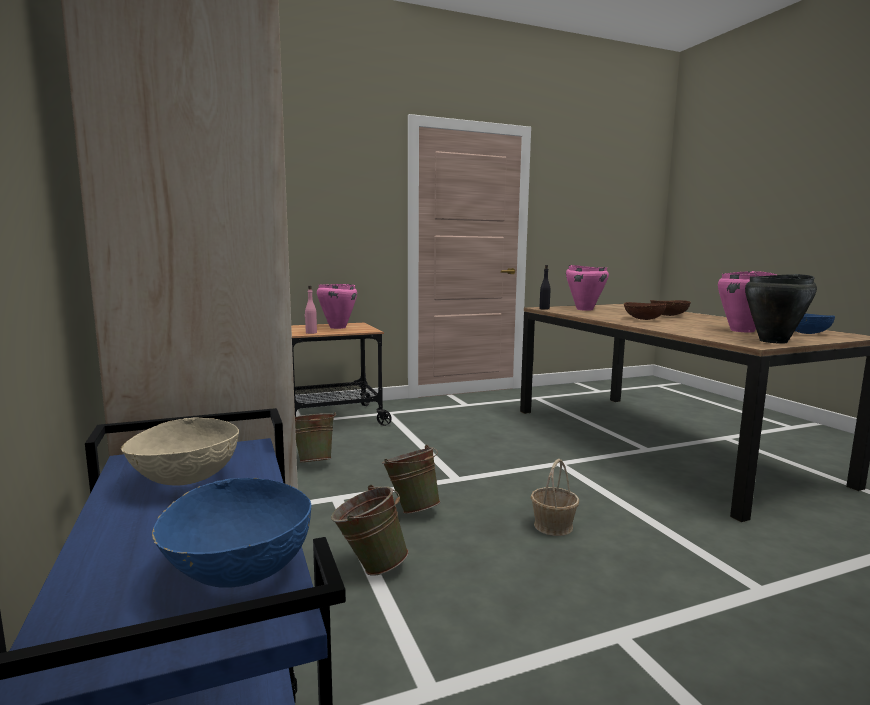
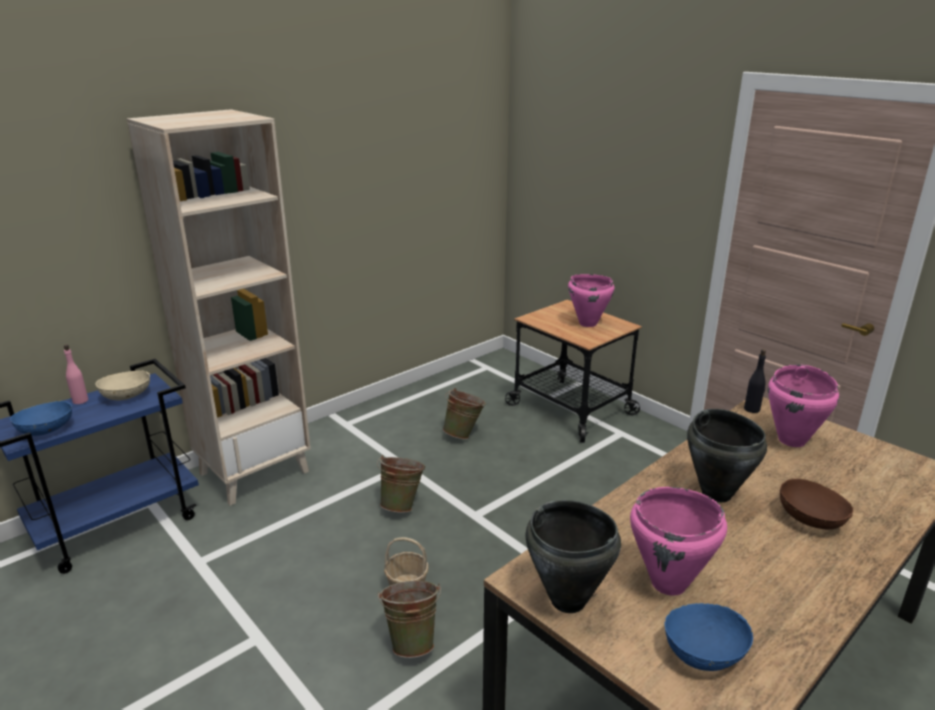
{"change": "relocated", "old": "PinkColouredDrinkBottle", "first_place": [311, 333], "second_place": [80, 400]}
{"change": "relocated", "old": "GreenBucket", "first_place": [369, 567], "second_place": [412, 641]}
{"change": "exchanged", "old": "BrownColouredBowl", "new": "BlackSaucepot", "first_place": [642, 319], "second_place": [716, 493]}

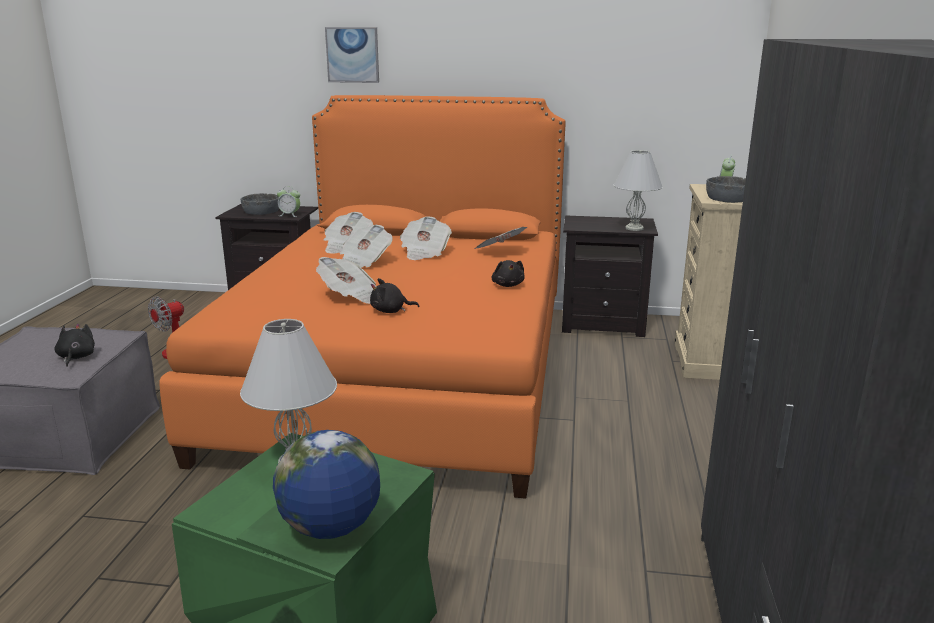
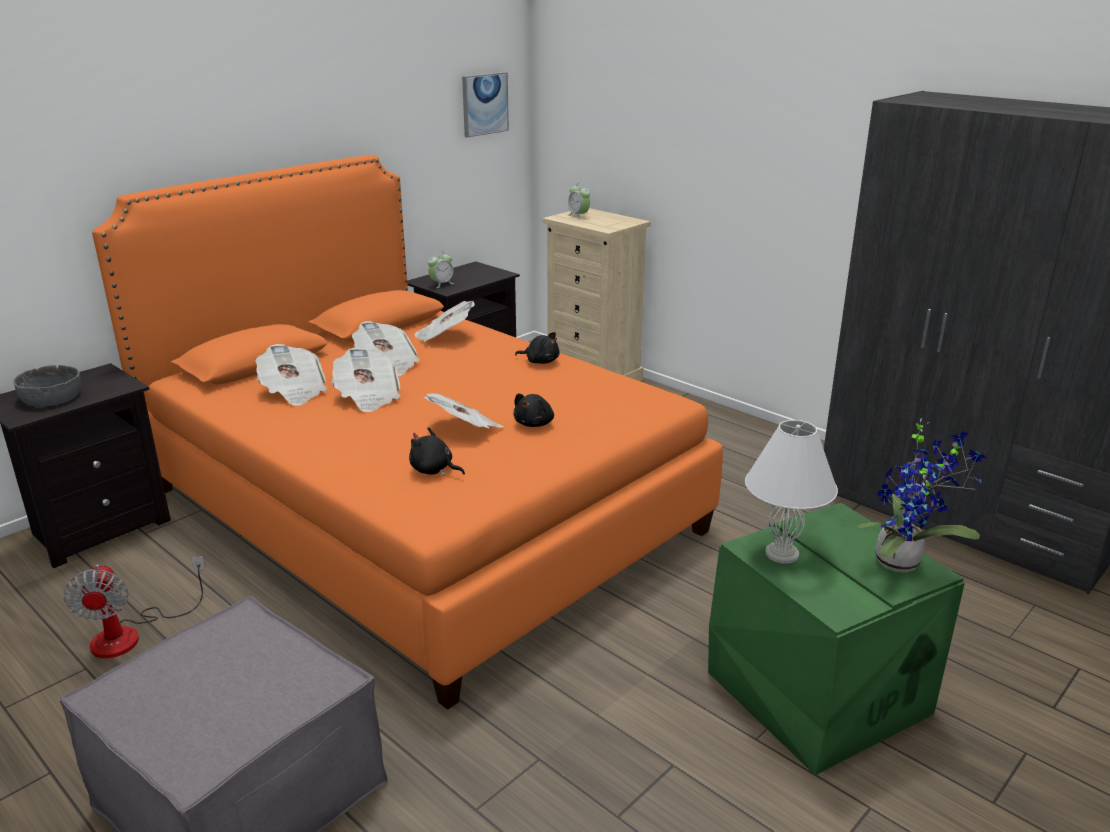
{"change": "missing", "old": "WhiteTabletopLamp", "first_place": [634, 228]}
{"change": "missing", "old": "GreyBowl", "first_place": [728, 198]}
{"change": "relocated", "old": "BlackPlushToy", "first_place": [76, 357], "second_place": [434, 470]}
{"change": "relocated", "old": "TableClock", "first_place": [290, 215], "second_place": [441, 284]}
{"change": "relocated", "old": "WallPicture", "first_place": [352, 55], "second_place": [484, 104]}
{"change": "exchanged", "old": "WorldGlobe", "new": "PottedPlant", "first_place": [330, 528], "second_place": [903, 562]}

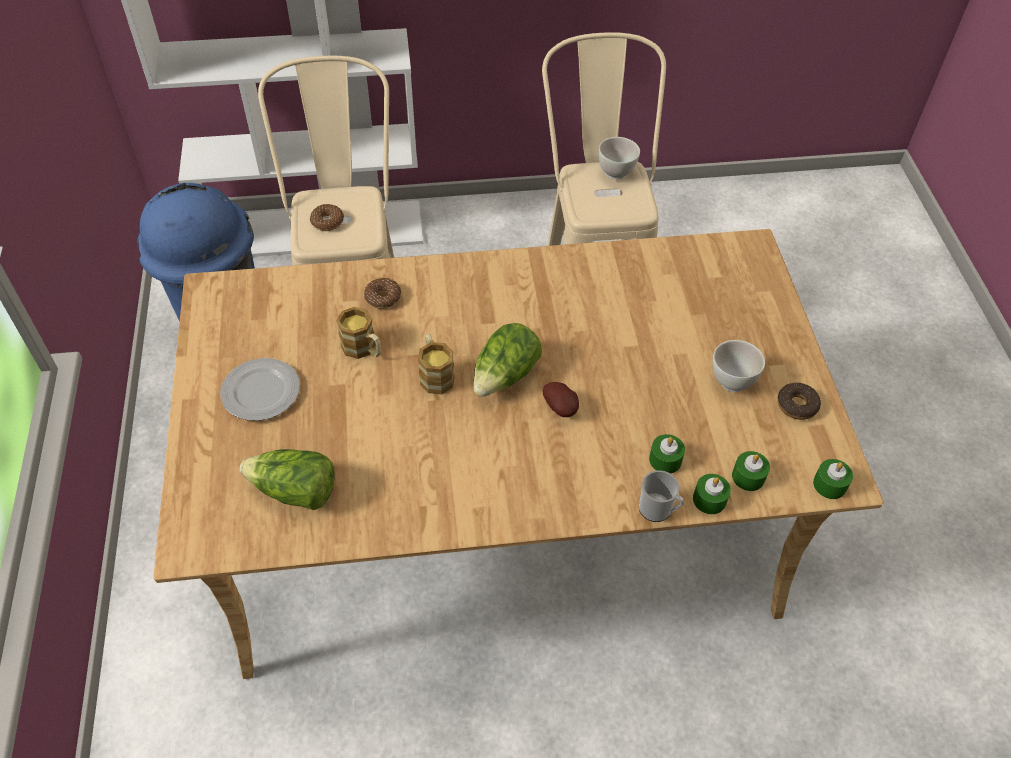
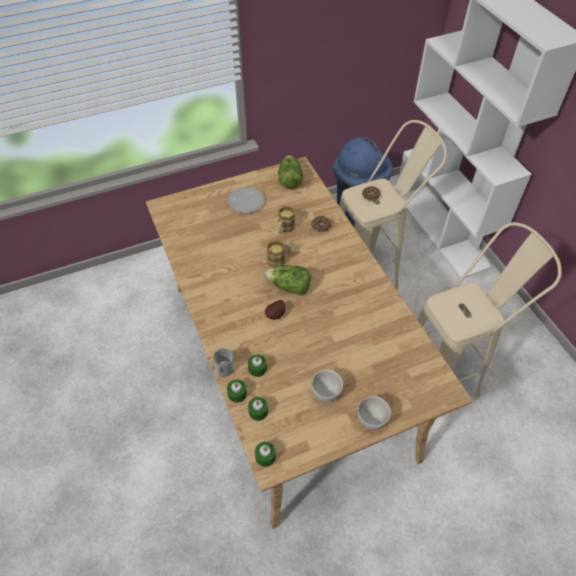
{"change": "missing", "old": "RingDoughnut", "first_place": [797, 405]}
{"change": "relocated", "old": "LettuceHead", "first_place": [295, 491], "second_place": [289, 180]}
{"change": "relocated", "old": "WhiteBowl", "first_place": [616, 172], "second_place": [371, 421]}

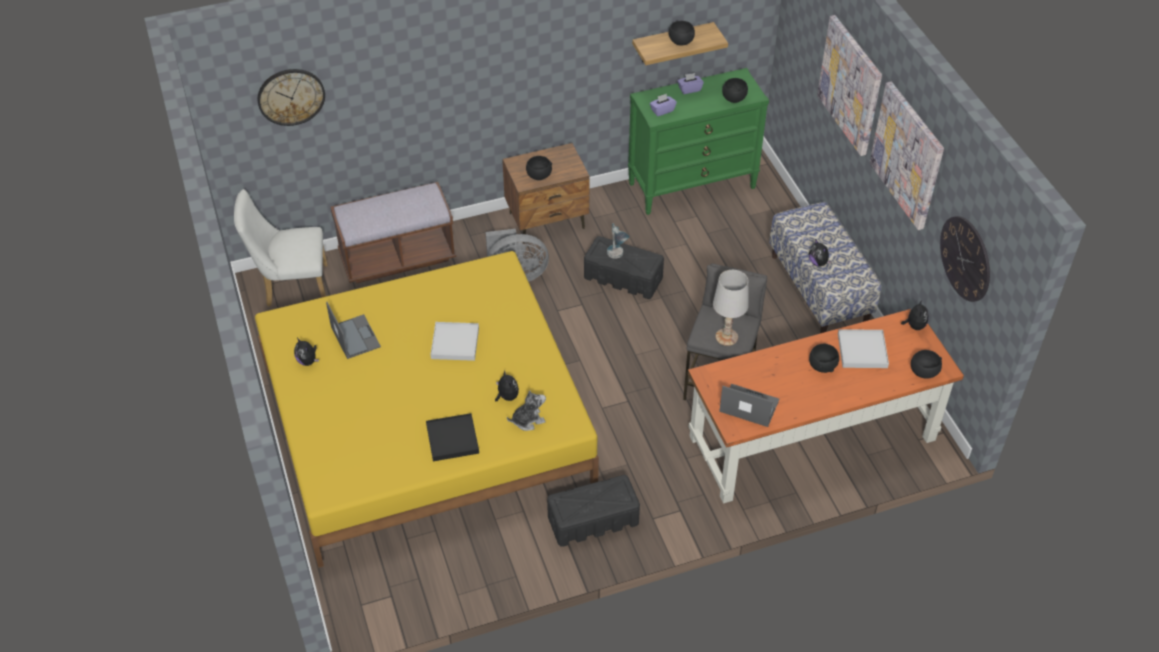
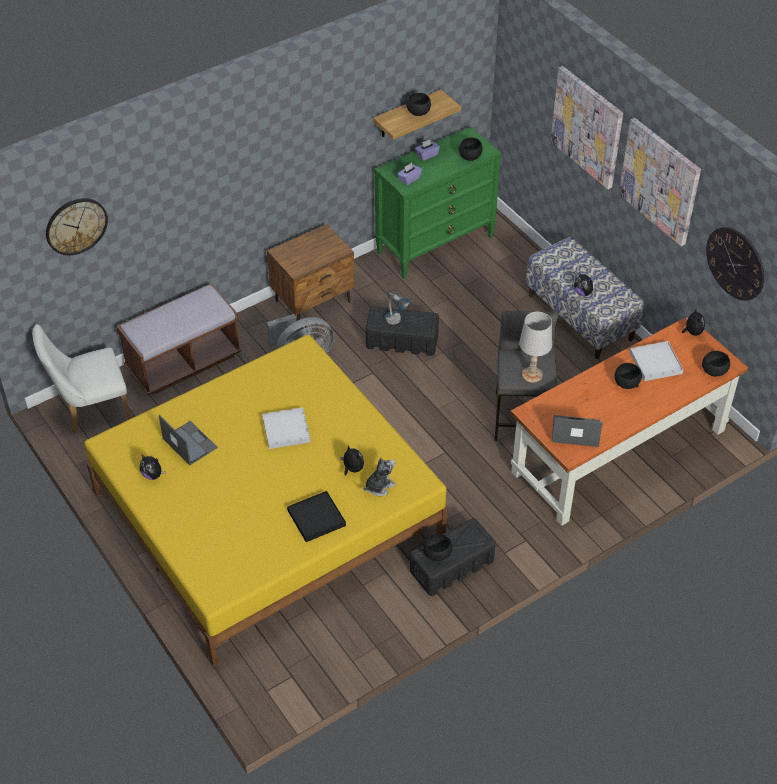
{"change": "relocated", "old": "BlackBowl", "first_place": [538, 176], "second_place": [436, 554]}

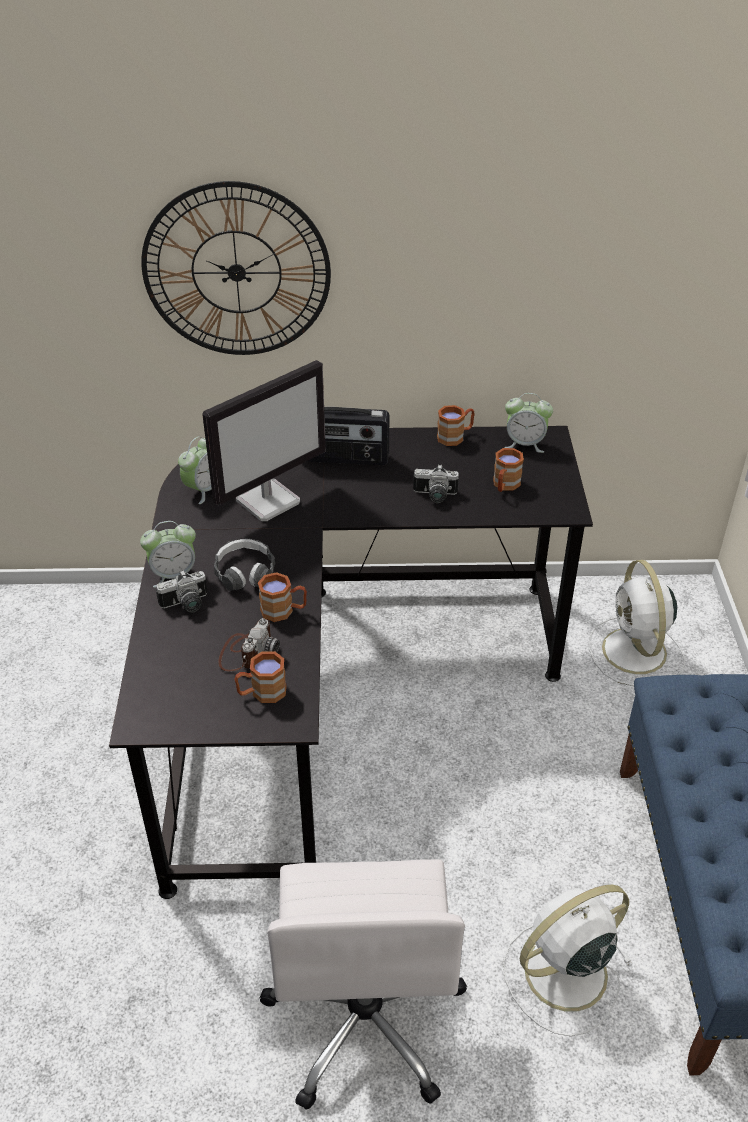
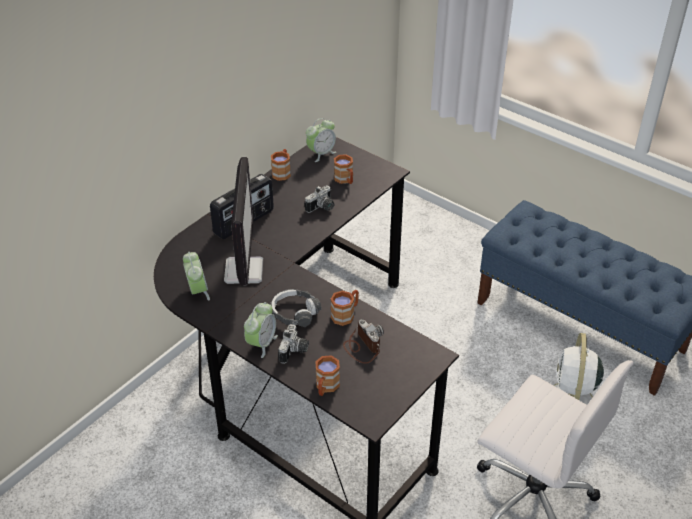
{"change": "missing", "old": "WallClock", "first_place": [236, 272]}
{"change": "missing", "old": "WhiteElectricFan", "first_place": [635, 653]}
{"change": "relocated", "old": "BrownColouredMug", "first_place": [262, 692], "second_place": [326, 387]}

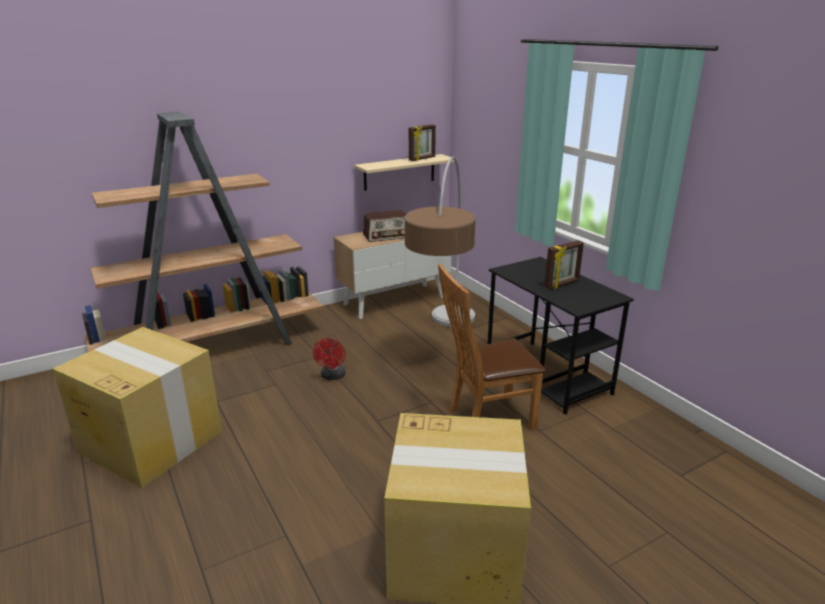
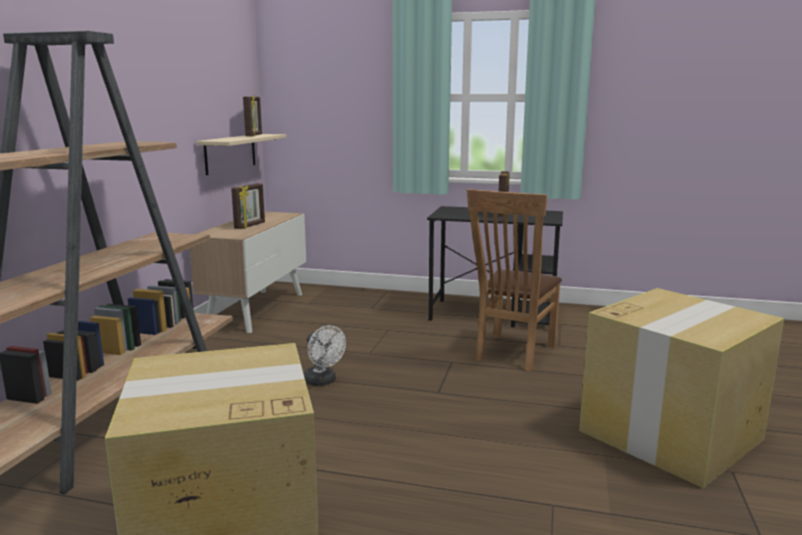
{"change": "missing", "old": "StandardLamp", "first_place": [444, 346]}
{"change": "exchanged", "old": "RadioSet", "new": "PictureFrame", "first_place": [387, 236], "second_place": [250, 226]}
{"change": "colour", "old": "ReddishElectricFan", "new": "WhiteElectricFan", "first_place": [332, 376], "second_place": [323, 381]}

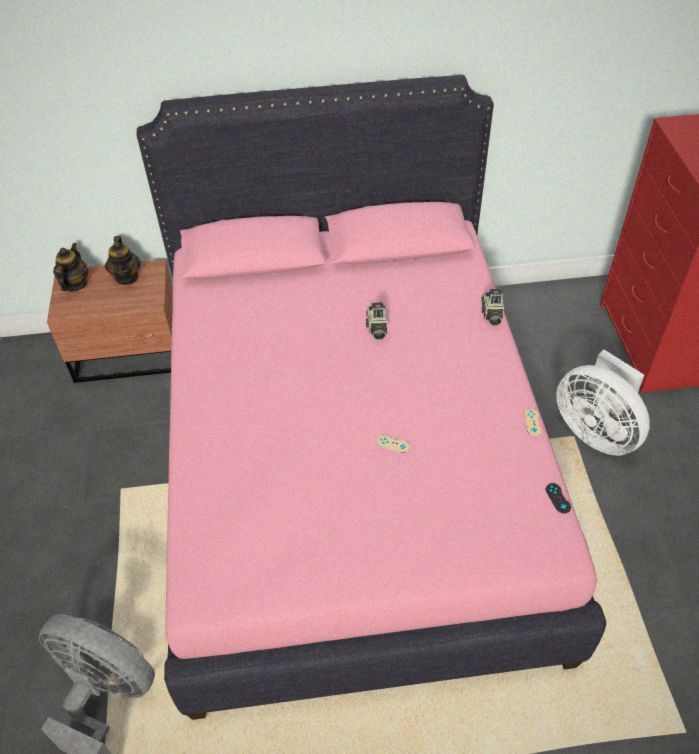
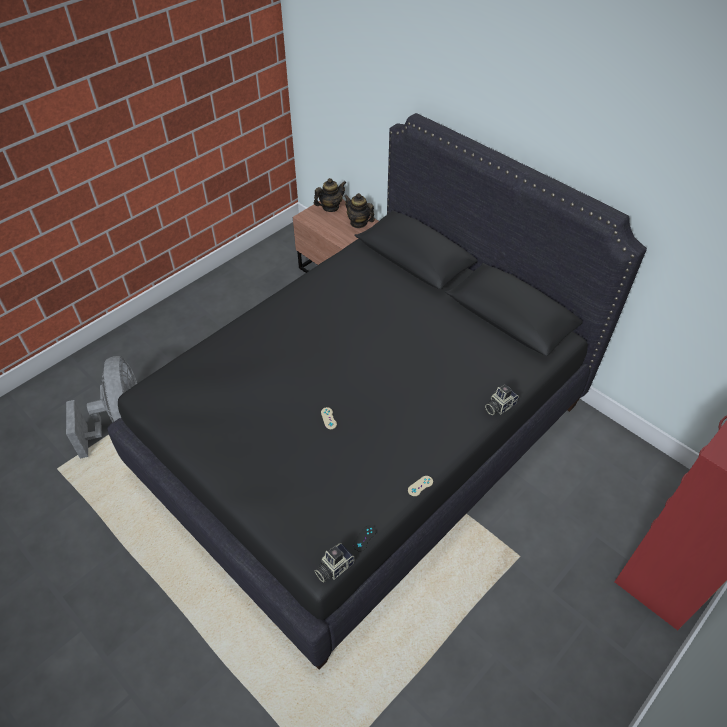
{"change": "missing", "old": "WhiteElectricFan", "first_place": [596, 431]}
{"change": "relocated", "old": "PhotoCamera", "first_place": [376, 329], "second_place": [333, 567]}
{"change": "colour", "old": "PinkColouredBedroomBed", "new": "BlackBedroomBed", "first_place": [351, 467], "second_place": [363, 436]}
{"change": "spun", "old": "TeaPot", "first_place": [127, 277], "second_place": [359, 223], "degrees": 90}

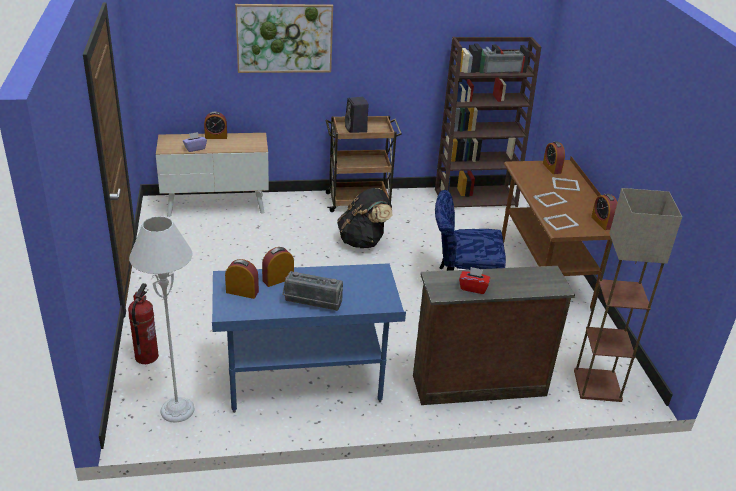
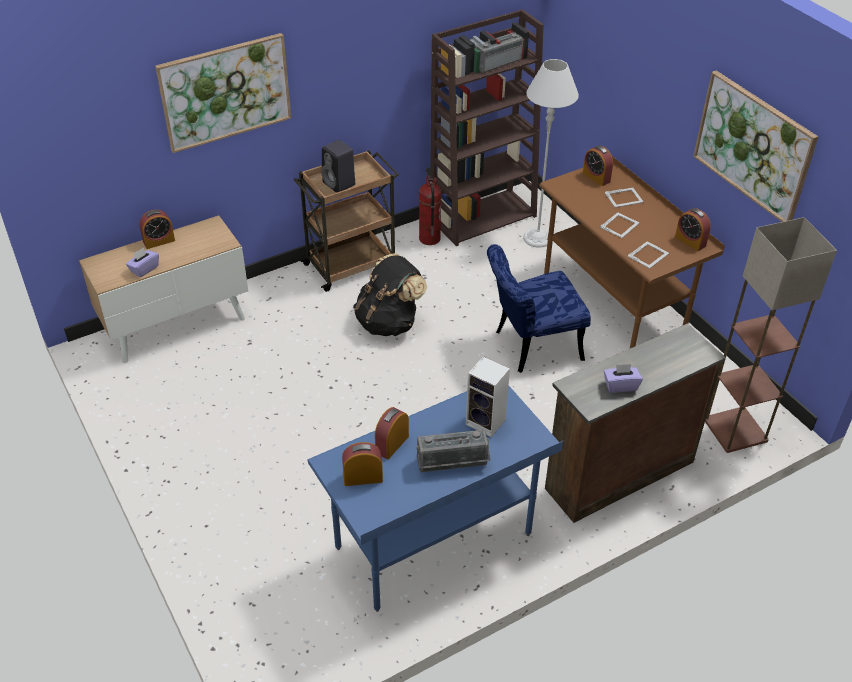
{"change": "appeared", "new": "AudioSpeaker", "second_place": [487, 422]}
{"change": "appeared", "new": "WallPicture", "second_place": [753, 146]}
{"change": "relocated", "old": "FireExtinguisher", "first_place": [146, 357], "second_place": [429, 239]}
{"change": "relocated", "old": "GreyStandardLamp", "first_place": [177, 410], "second_place": [537, 238]}
{"change": "colour", "old": "ReddishBoxOfTissues", "new": "PurpleBoxOfTissues", "first_place": [473, 288], "second_place": [620, 385]}

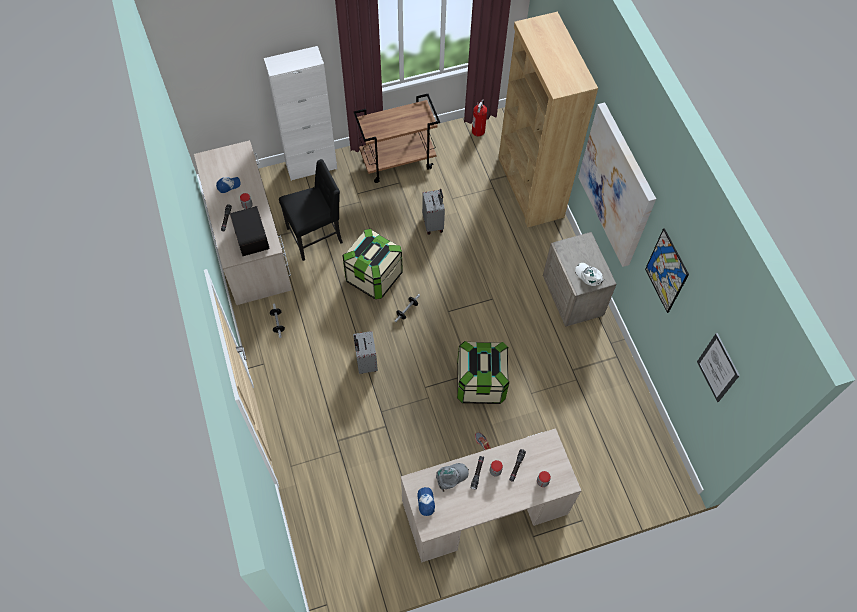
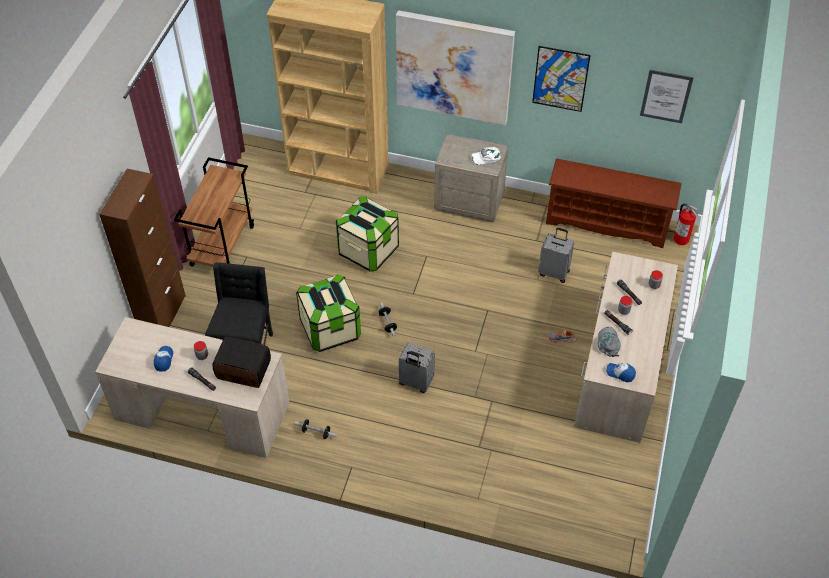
{"change": "appeared", "new": "BrownColouredShoeStand", "second_place": [607, 222]}
{"change": "relocated", "old": "GreyTravelCase", "first_place": [433, 223], "second_place": [554, 272]}
{"change": "relocated", "old": "StorageContainer", "first_place": [480, 383], "second_place": [368, 250]}
{"change": "relocated", "old": "FireExtinguisher", "first_place": [478, 131], "second_place": [681, 239]}
{"change": "colour", "old": "WhiteCabinet", "new": "BrownColouredCabinet", "first_place": [311, 166], "second_place": [162, 314]}

